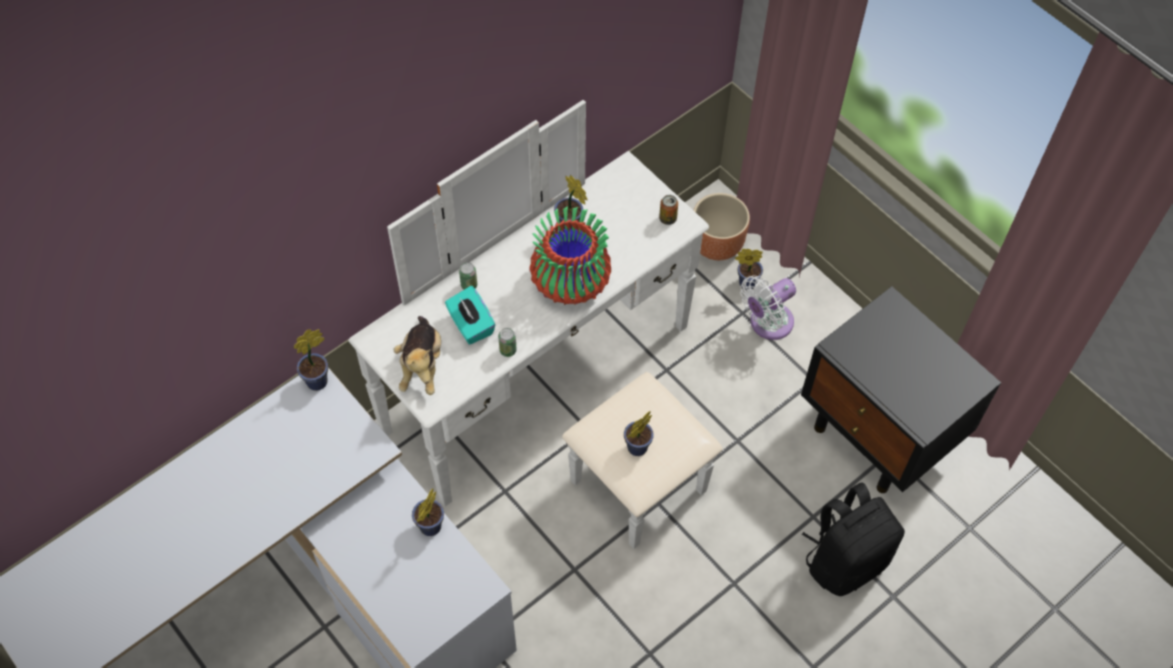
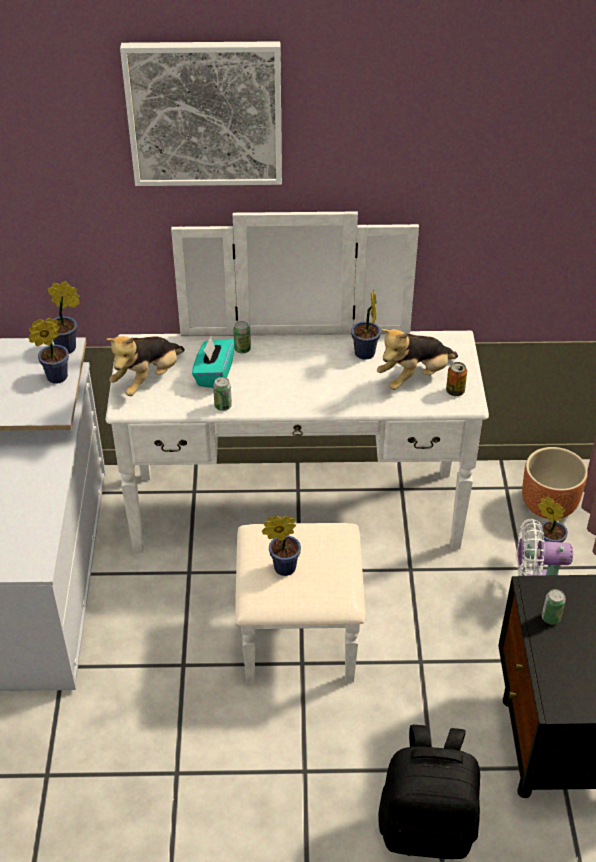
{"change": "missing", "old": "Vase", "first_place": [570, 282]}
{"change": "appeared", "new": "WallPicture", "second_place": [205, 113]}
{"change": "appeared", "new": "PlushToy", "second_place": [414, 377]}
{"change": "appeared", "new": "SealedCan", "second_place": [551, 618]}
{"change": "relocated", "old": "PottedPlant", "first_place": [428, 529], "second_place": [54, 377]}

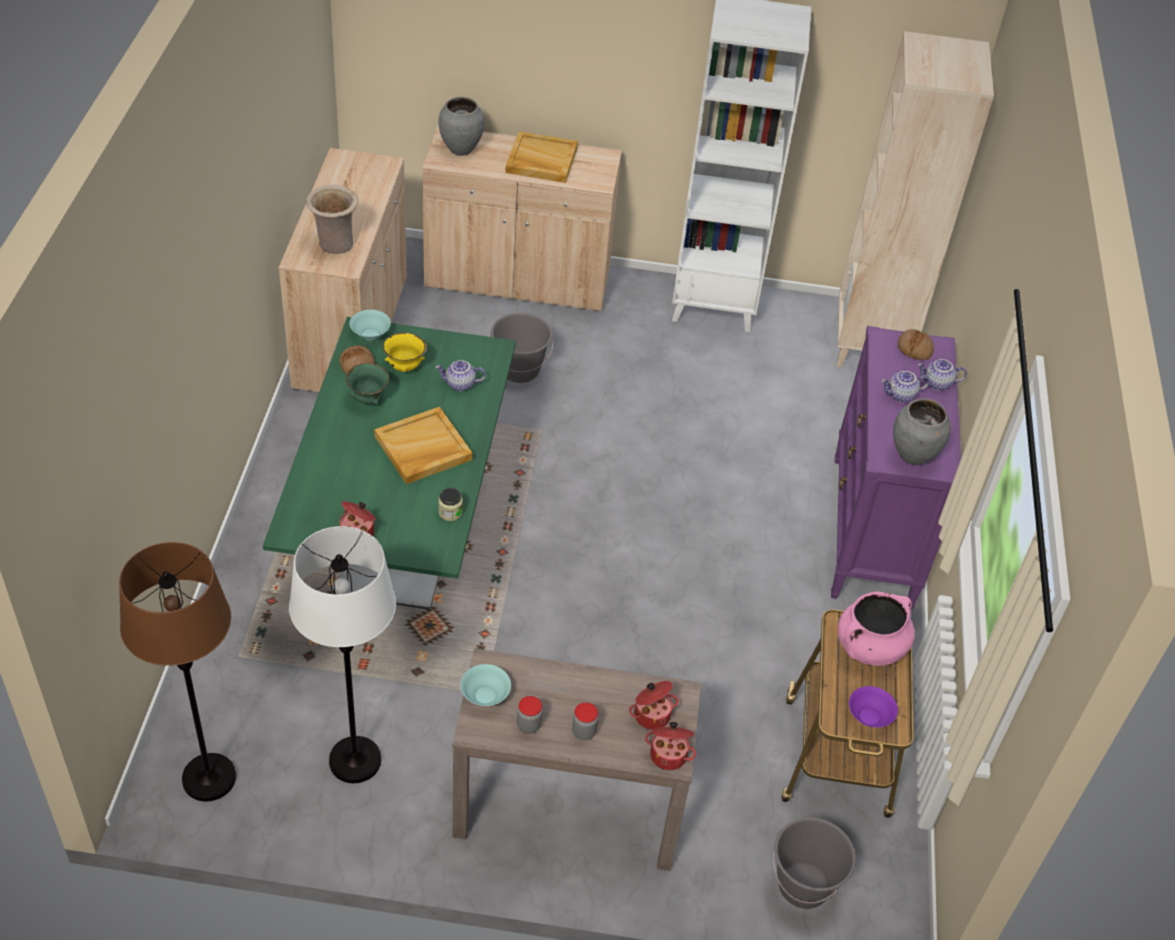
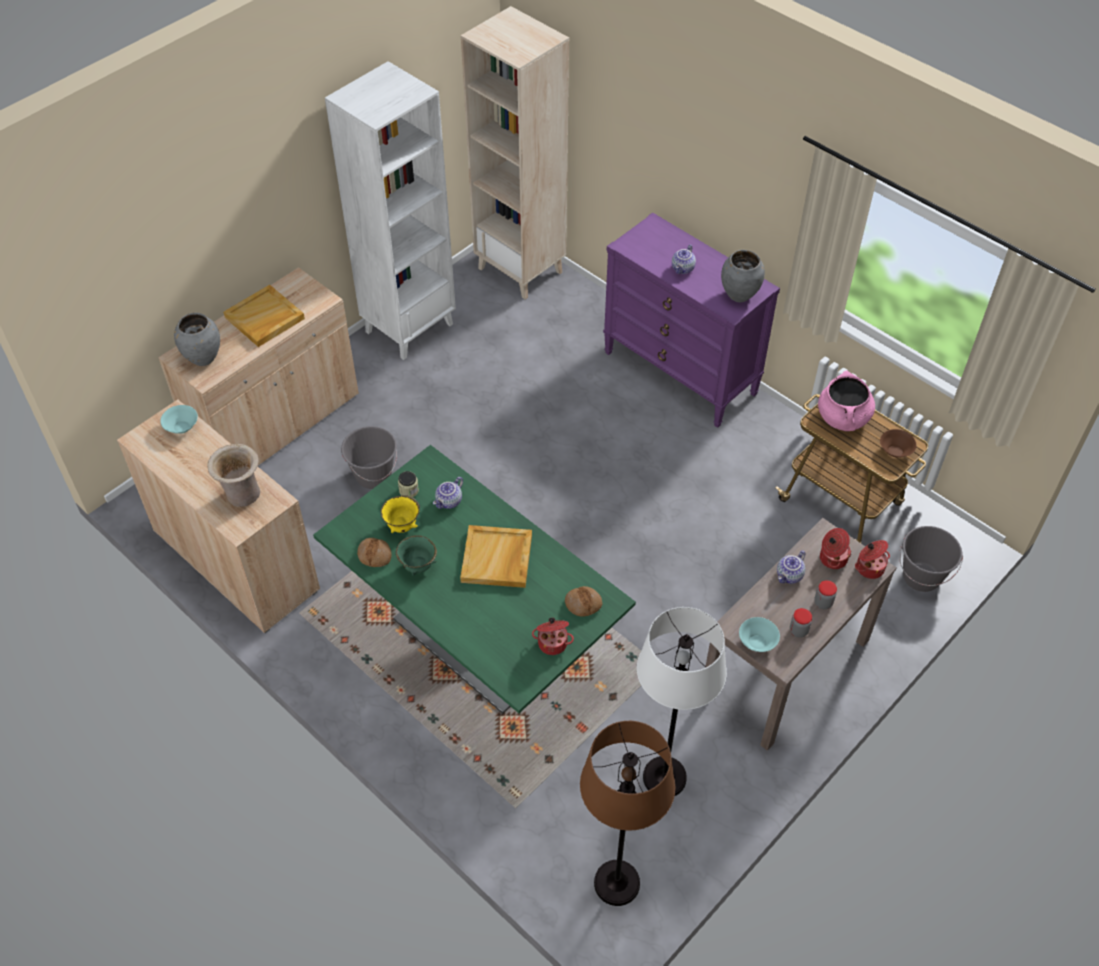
{"change": "relocated", "old": "TurquoiseColouredBowl", "first_place": [371, 334], "second_place": [182, 427]}
{"change": "relocated", "old": "Jar", "first_place": [450, 512], "second_place": [409, 490]}
{"change": "relocated", "old": "BakeryBread", "first_place": [914, 349], "second_place": [583, 604]}
{"change": "relocated", "old": "TeaPot", "first_place": [937, 384], "second_place": [789, 576]}
{"change": "colour", "old": "PurpleBowl", "new": "BrownColouredBowl", "first_place": [868, 716], "second_place": [895, 451]}

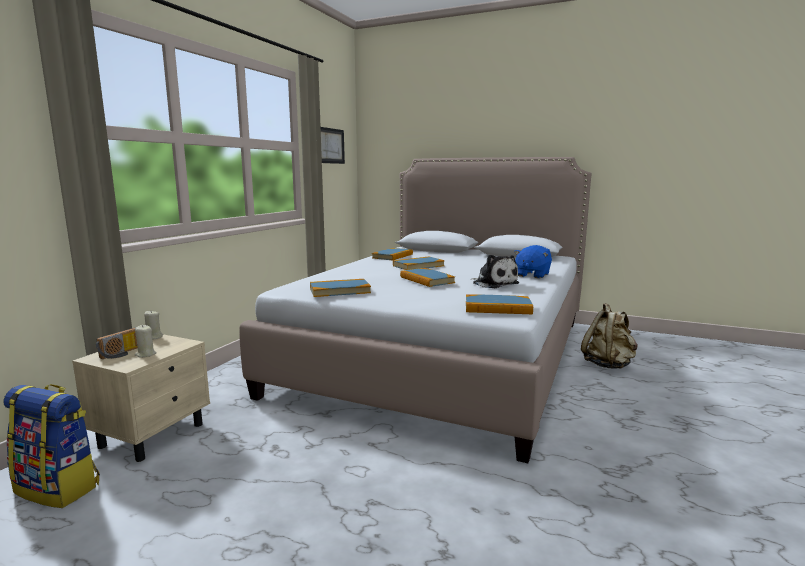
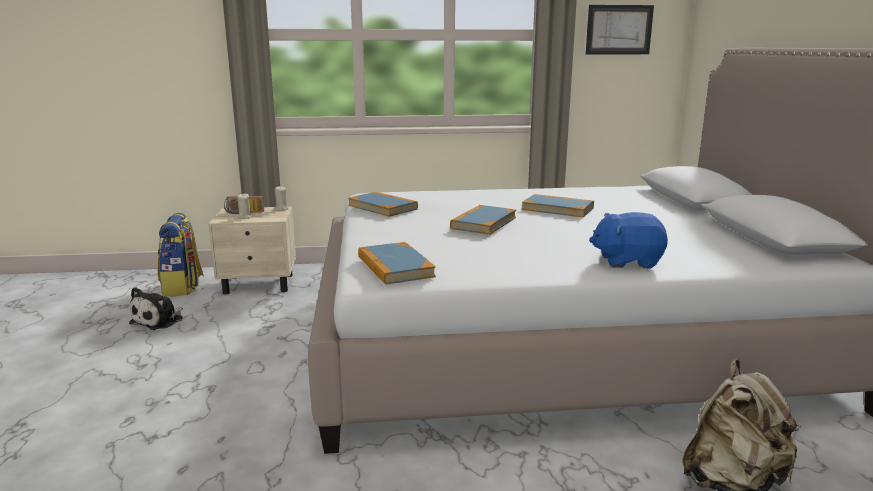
{"change": "missing", "old": "Book", "first_place": [392, 256]}
{"change": "relocated", "old": "PlushToy", "first_place": [494, 284], "second_place": [159, 320]}

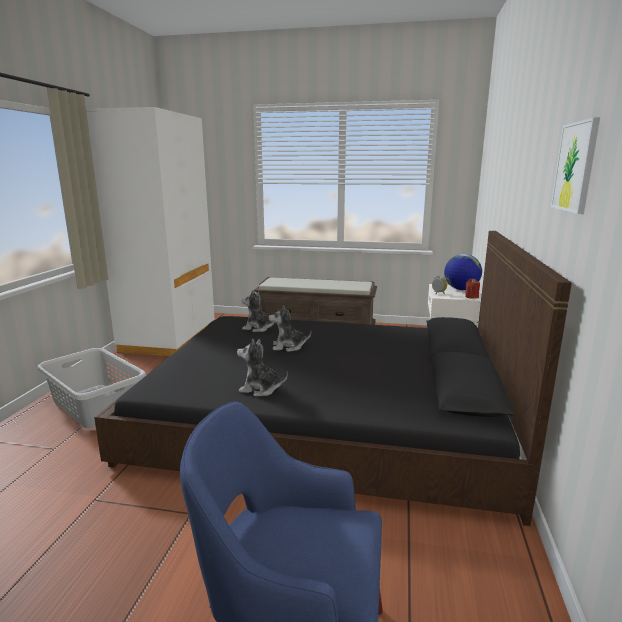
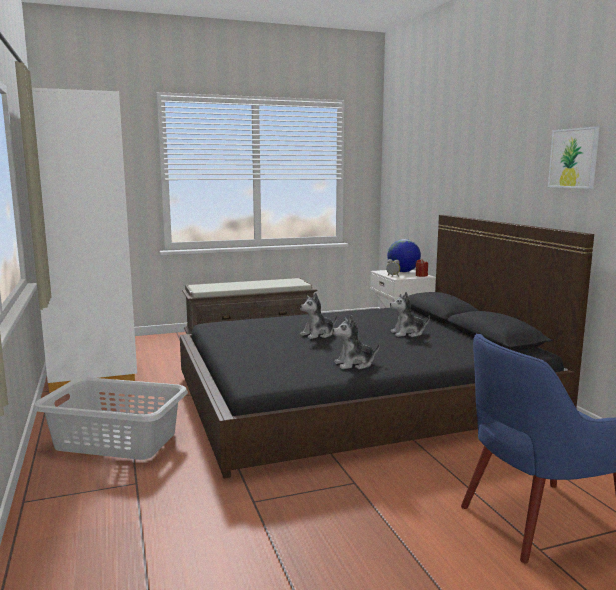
{"change": "relocated", "old": "PlushToy", "first_place": [258, 328], "second_place": [408, 333]}

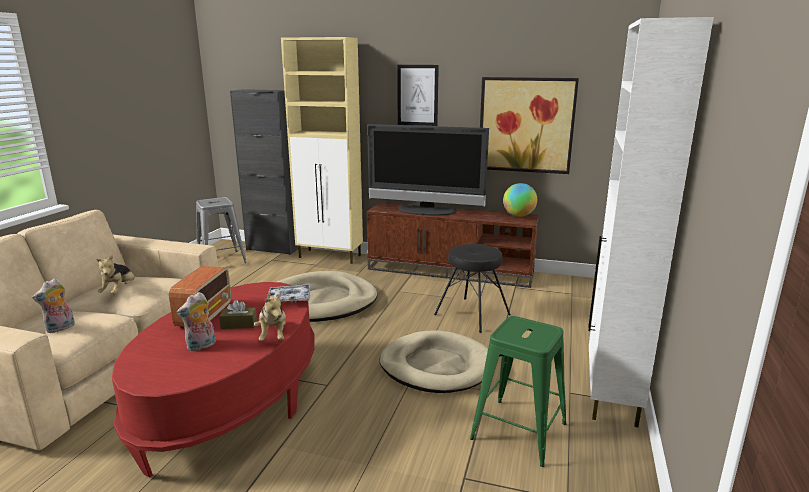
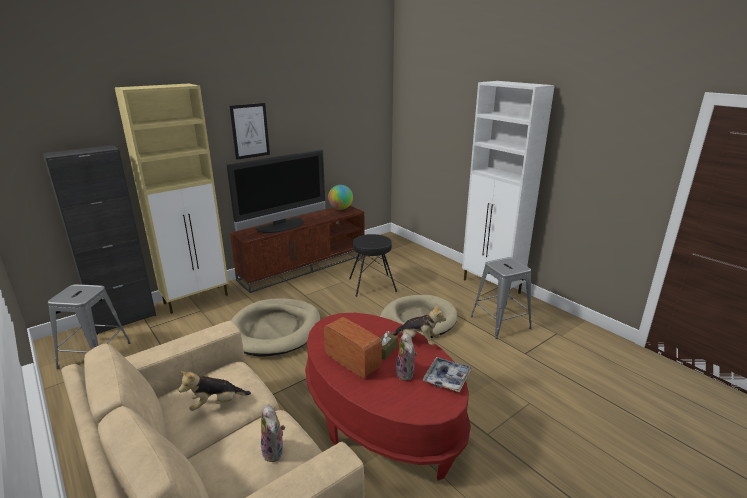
{"change": "missing", "old": "WallPicture", "first_place": [526, 125]}
{"change": "relocated", "old": "CarryingTray", "first_place": [289, 299], "second_place": [447, 378]}
{"change": "colour", "old": "GreenSittingStool", "new": "GreySittingStool", "first_place": [518, 430], "second_place": [500, 322]}
{"change": "spun", "old": "PlushToy", "first_place": [119, 291], "second_place": [216, 404], "degrees": 120}

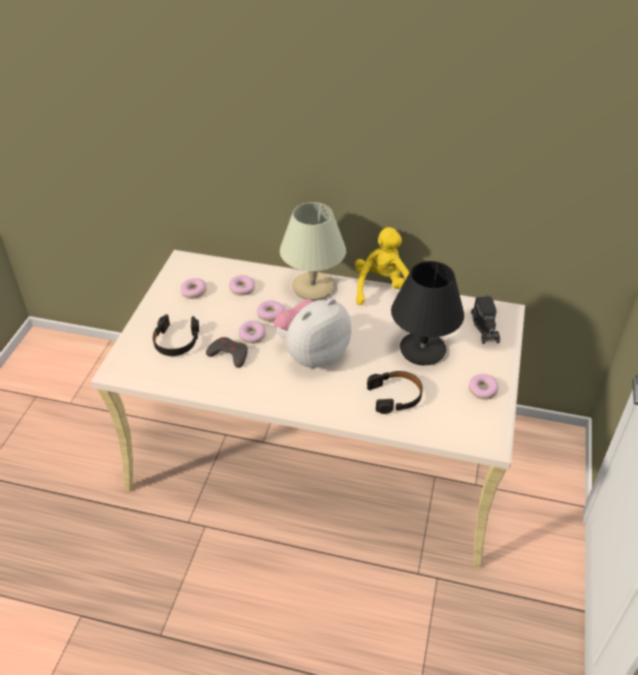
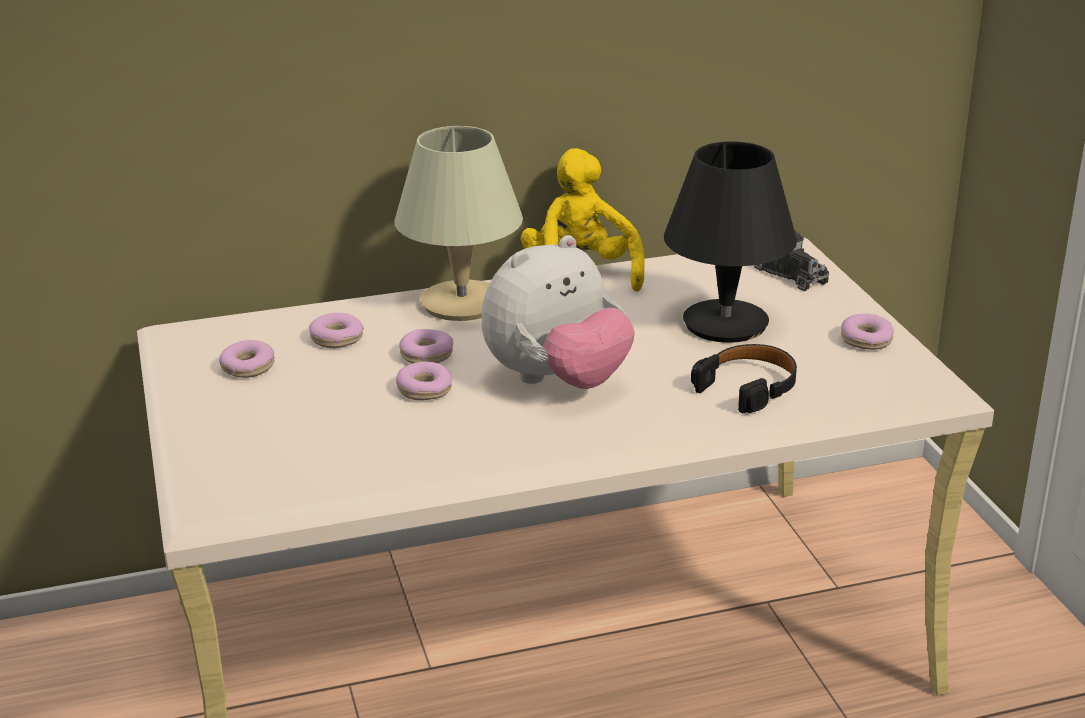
{"change": "missing", "old": "BlackPairOfHeadphones", "first_place": [176, 341]}
{"change": "missing", "old": "GreyGamepad", "first_place": [229, 354]}
{"change": "spun", "old": "PlushToy", "first_place": [312, 354], "second_place": [557, 381], "degrees": -150}

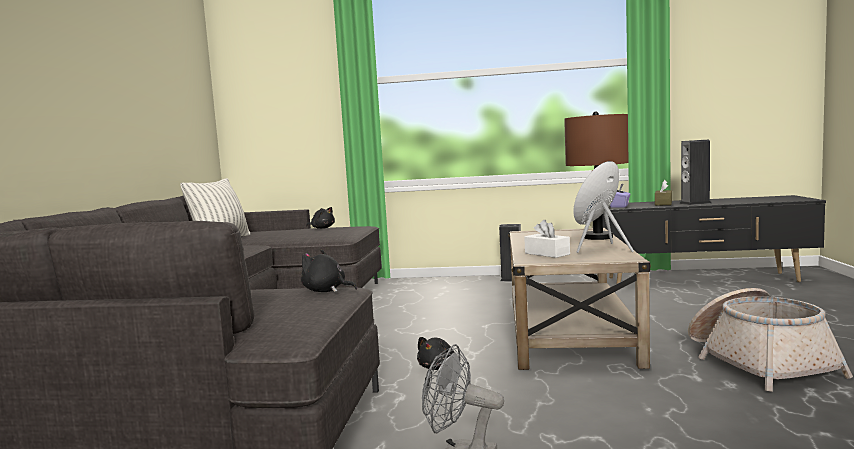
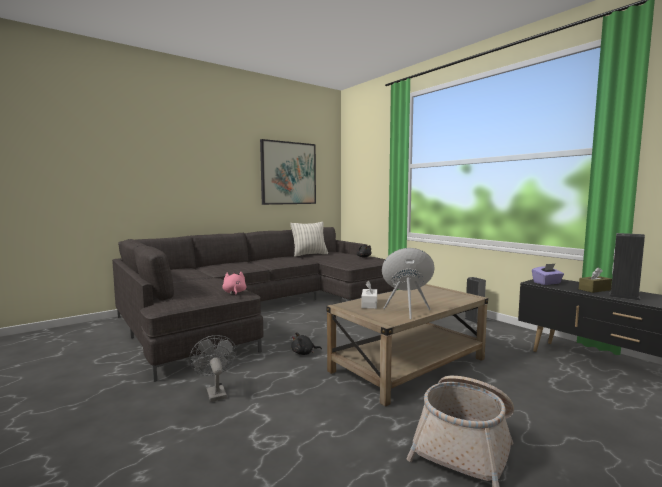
{"change": "missing", "old": "BrownColouredTabletopLamp", "first_place": [597, 237]}
{"change": "appeared", "new": "WallPicture", "second_place": [288, 173]}
{"change": "colour", "old": "BlackPlushToy", "new": "PinkColouredPlushToy", "first_place": [326, 291], "second_place": [234, 292]}

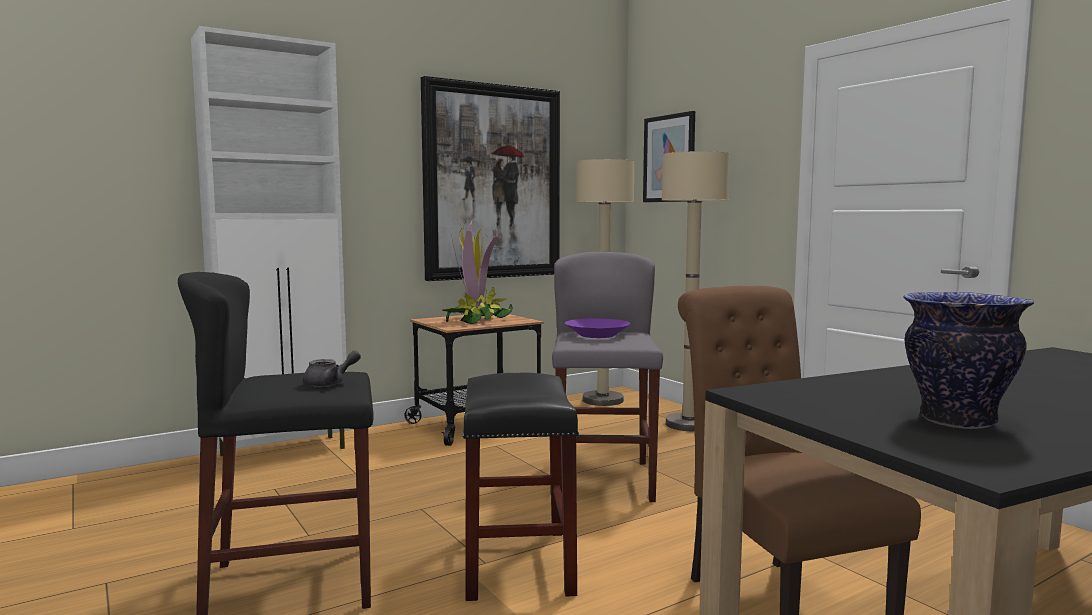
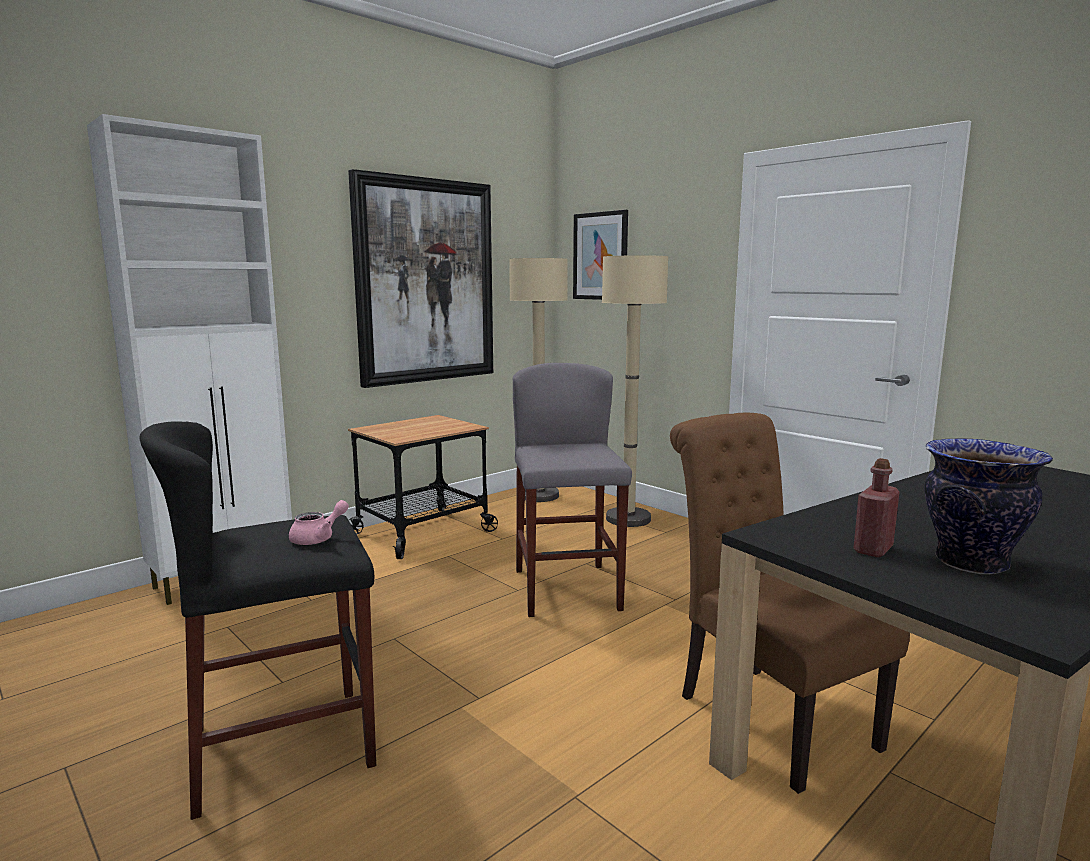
{"change": "missing", "old": "PottedPlant", "first_place": [477, 320]}
{"change": "missing", "old": "BlackSittingStool", "first_place": [517, 562]}
{"change": "missing", "old": "PurpleBowl", "first_place": [597, 335]}
{"change": "appeared", "new": "ReddishDrinkBottle", "second_place": [873, 549]}
{"change": "colour", "old": "GreyTeaPot", "new": "PinkColouredTeaPot", "first_place": [330, 383], "second_place": [318, 538]}

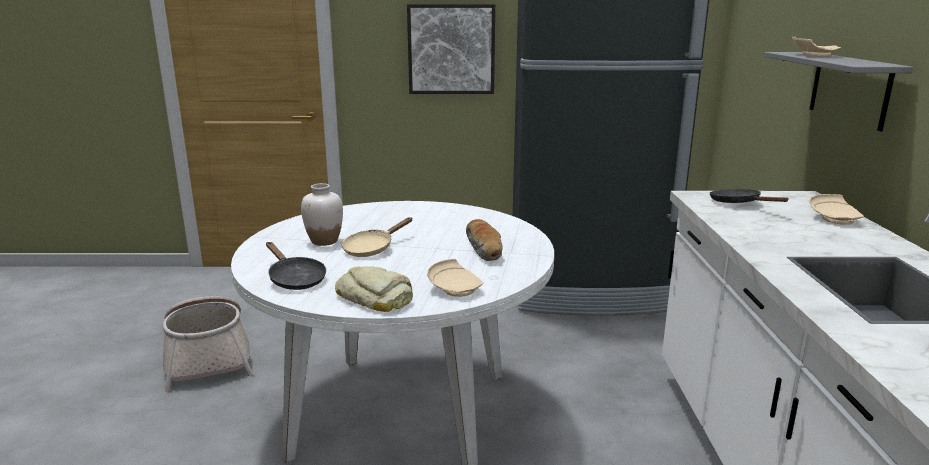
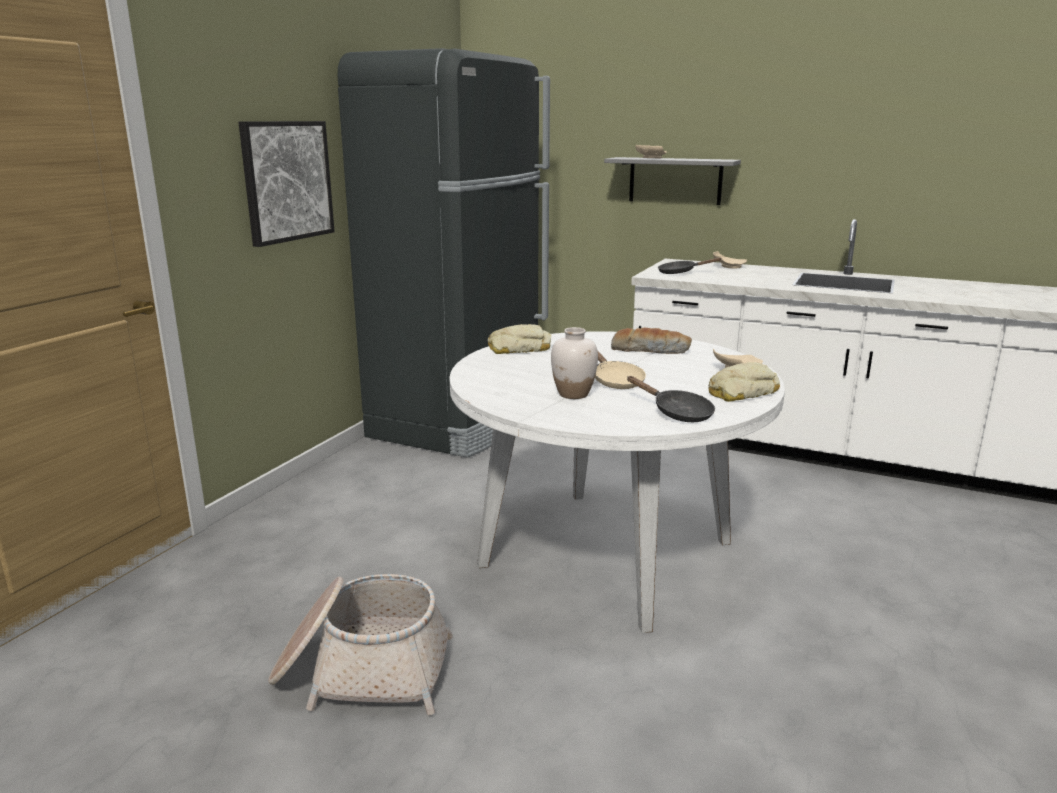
{"change": "appeared", "new": "BakeryBread", "second_place": [519, 348]}
{"change": "spun", "old": "BlackFryingPan", "first_place": [295, 279], "second_place": [677, 413], "degrees": 60}

